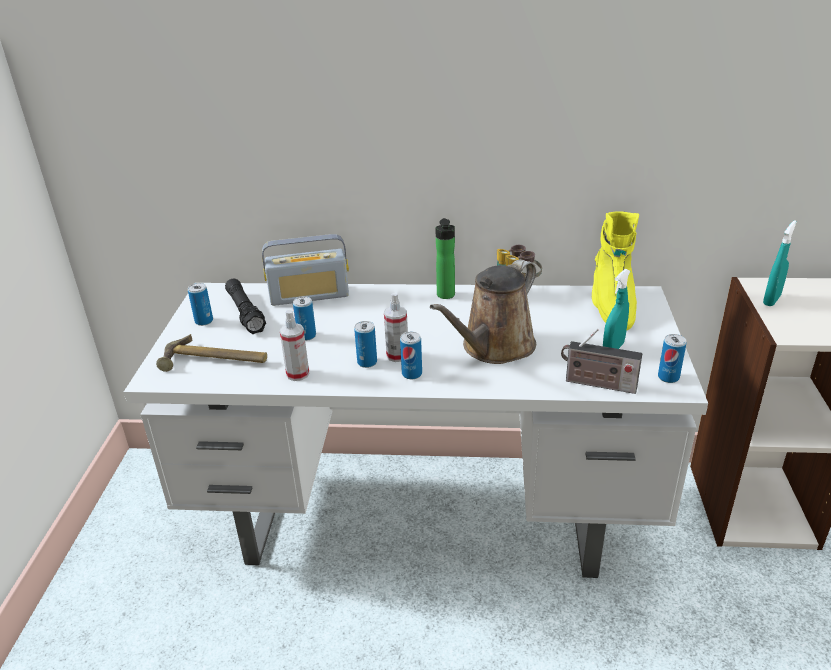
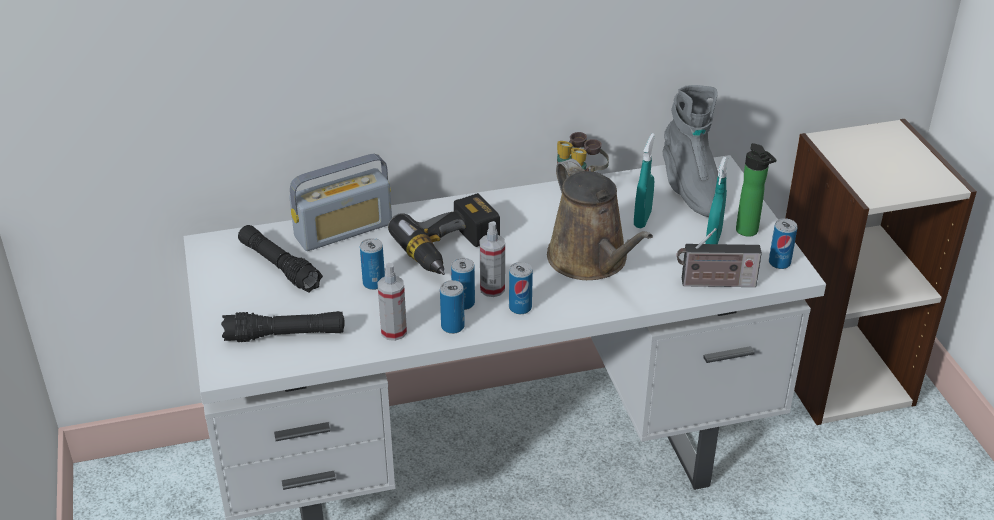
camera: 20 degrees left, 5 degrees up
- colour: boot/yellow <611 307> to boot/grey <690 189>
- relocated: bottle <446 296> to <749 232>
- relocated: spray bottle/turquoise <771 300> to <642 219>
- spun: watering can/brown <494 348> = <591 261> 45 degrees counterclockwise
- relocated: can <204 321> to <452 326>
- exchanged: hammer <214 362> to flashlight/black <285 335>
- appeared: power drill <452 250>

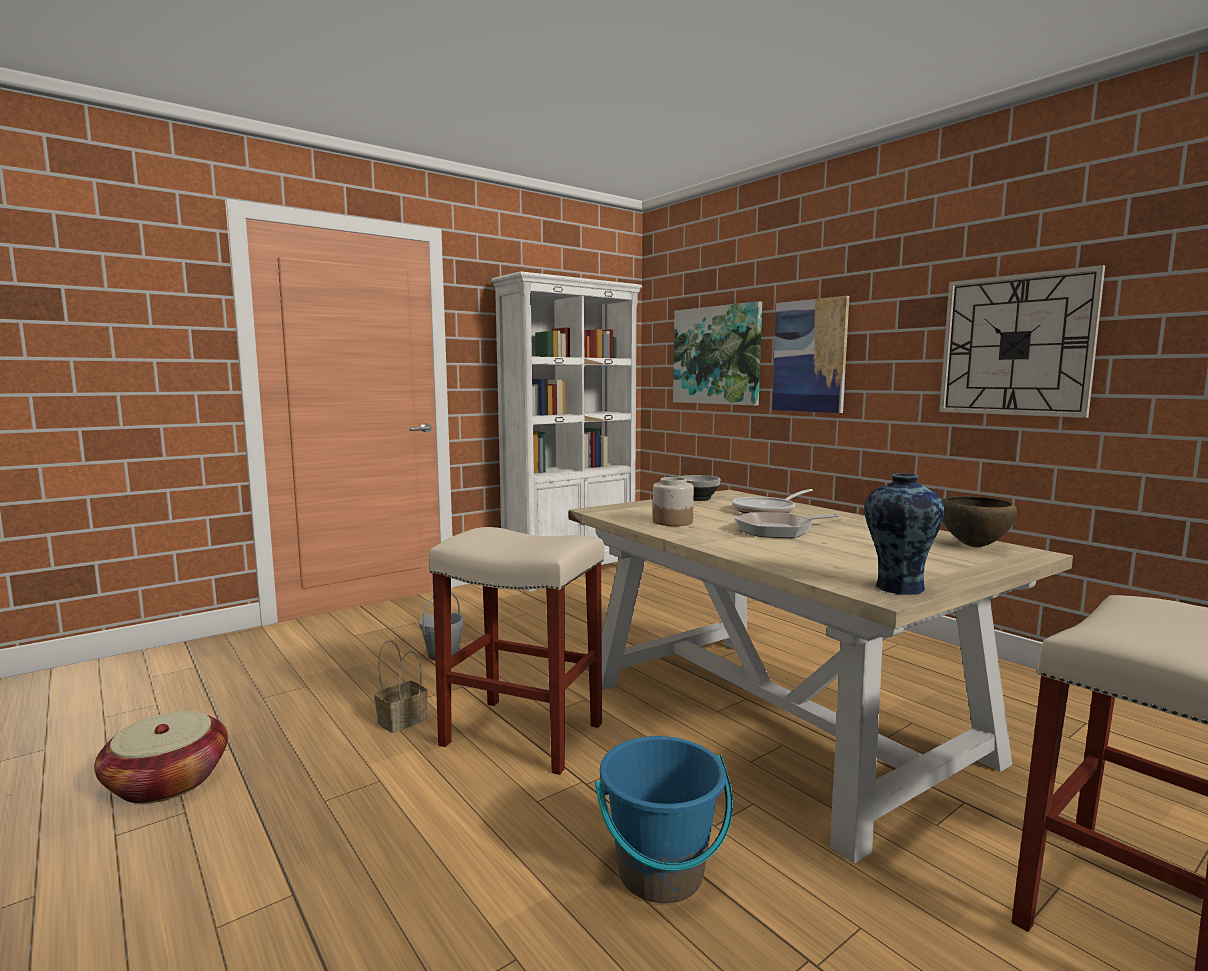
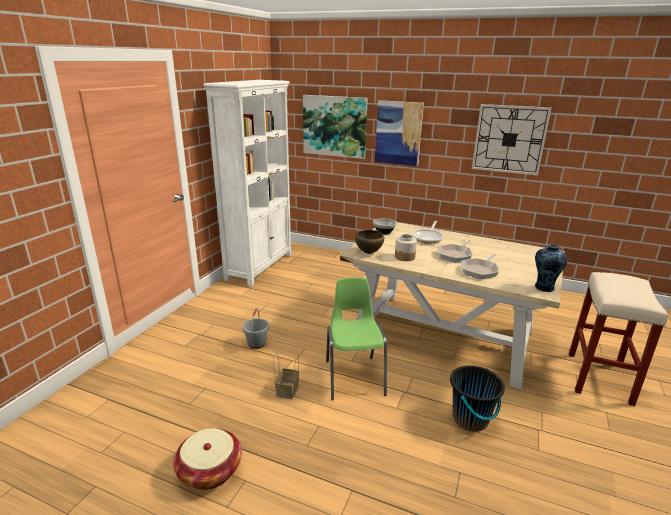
camera: 30 degrees left, 15 degrees up
- relocated: bowl/brown <975 546> to <369 253>
- exchanged: stool/beige <525 734> to chair/green <354 377>
- colour: bucket/blue <661 873> to bucket/black <470 419>
- appeared: frying pan <480 270>

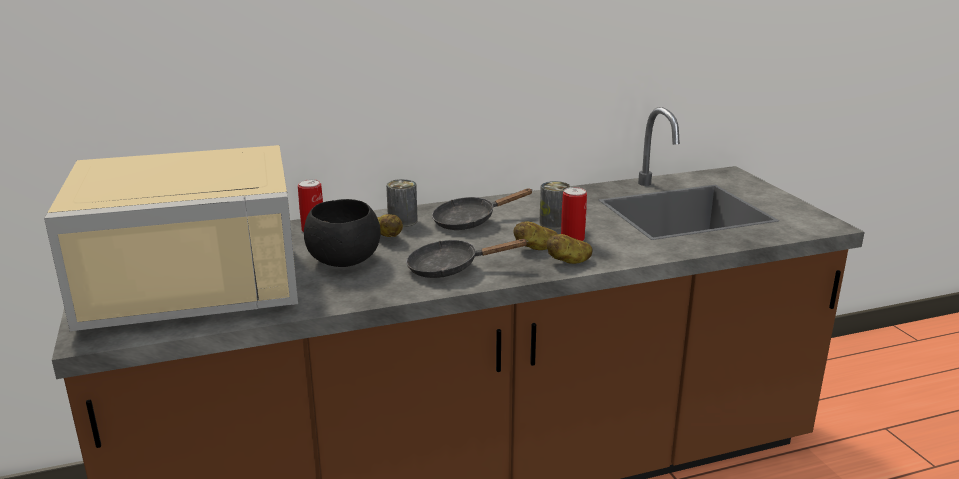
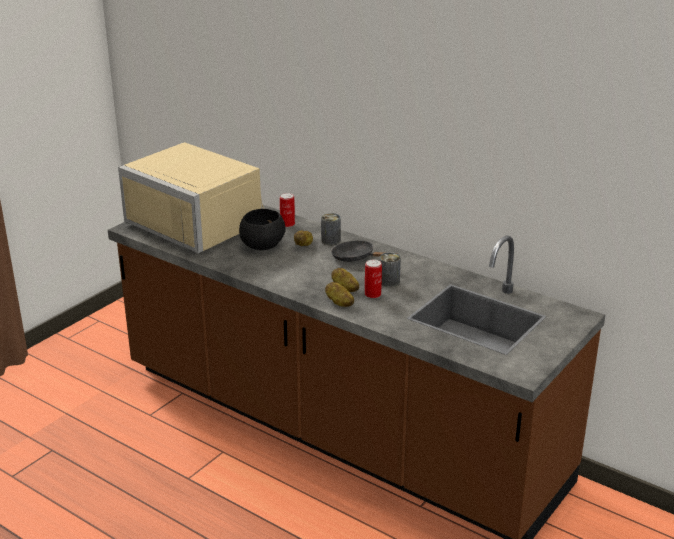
camera: 55 degrees right, 5 degrees up
- missing: frying pan/black <450 268>

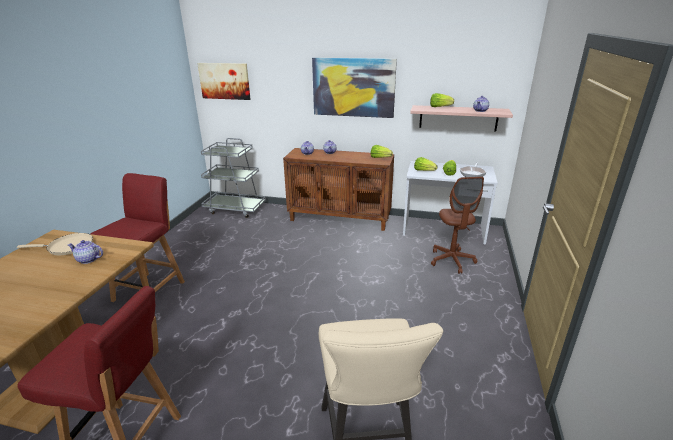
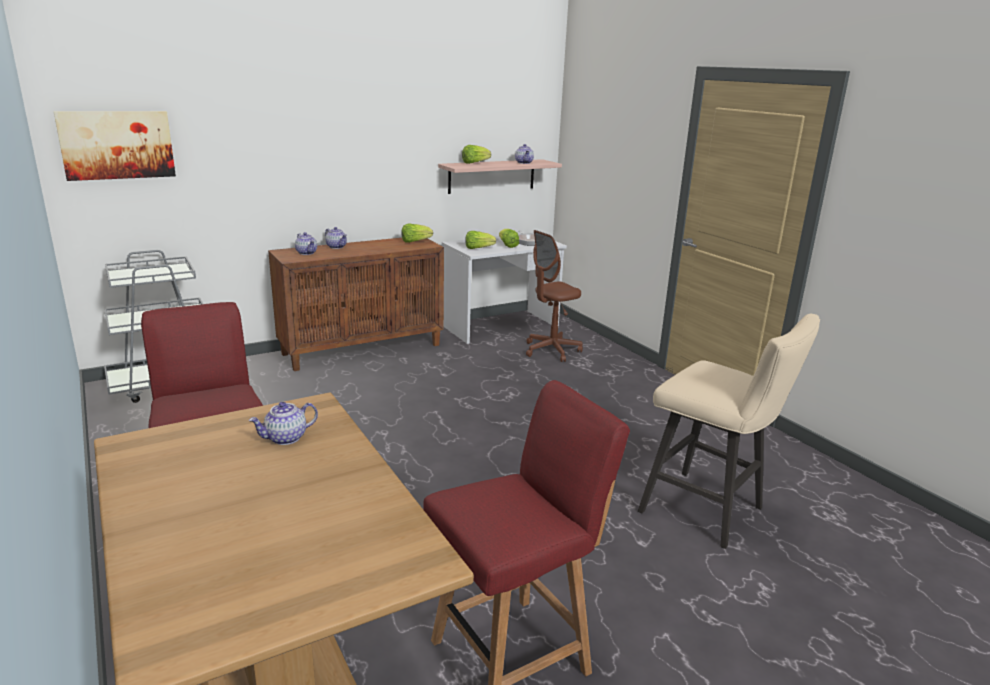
camera: 45 degrees left, 5 degrees down
- missing: picture <353 87>
- spun: office chair/brown <452 260> = <551 350> 105 degrees clockwise
- missing: frying pan/beige <67 247>

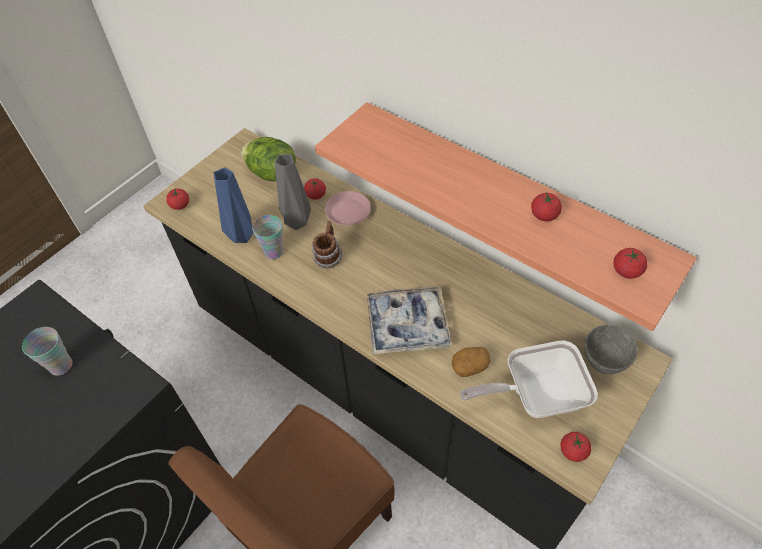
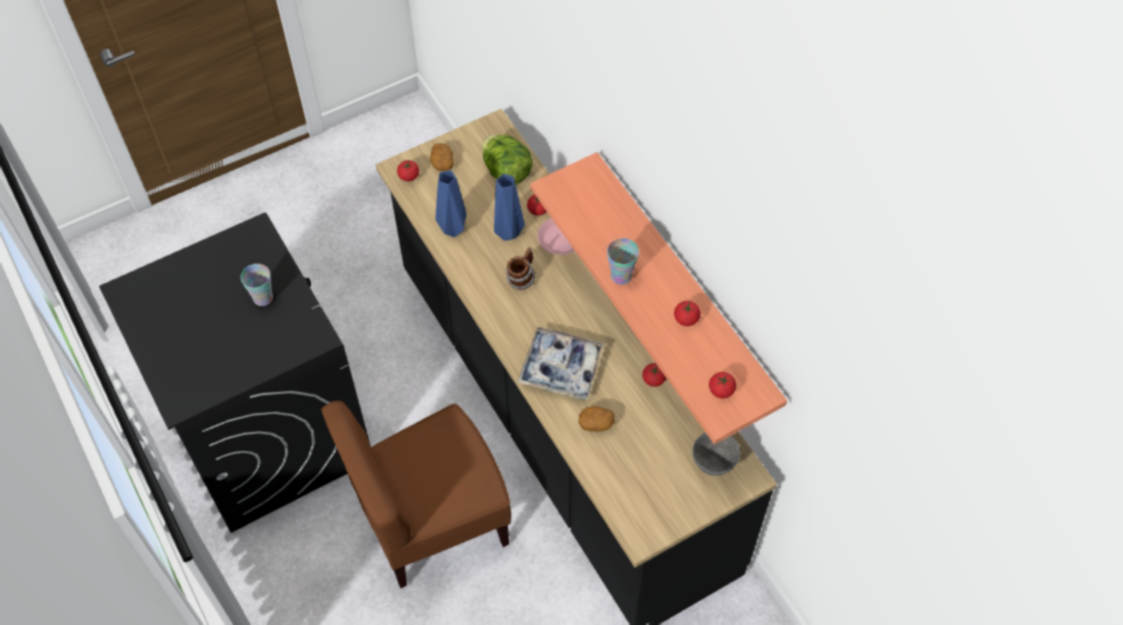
camera: 20 degrees right, 5 degrees up
- colour: vase/grey <295 222> to vase/blue <507 232>
- relocated: cup <273 252> to <621 276>
- missing: frying pan <535 395>
- relocated: tomato <573 451> to <653 379>
- appeared: potato <442 162>

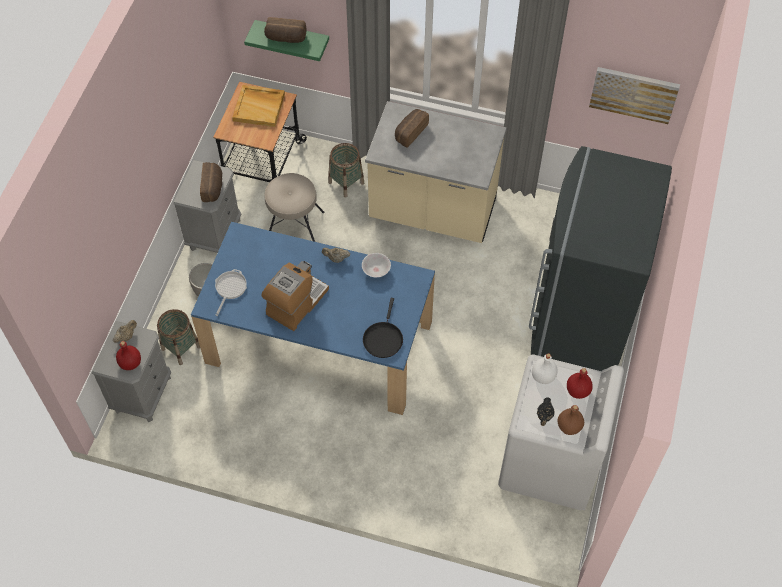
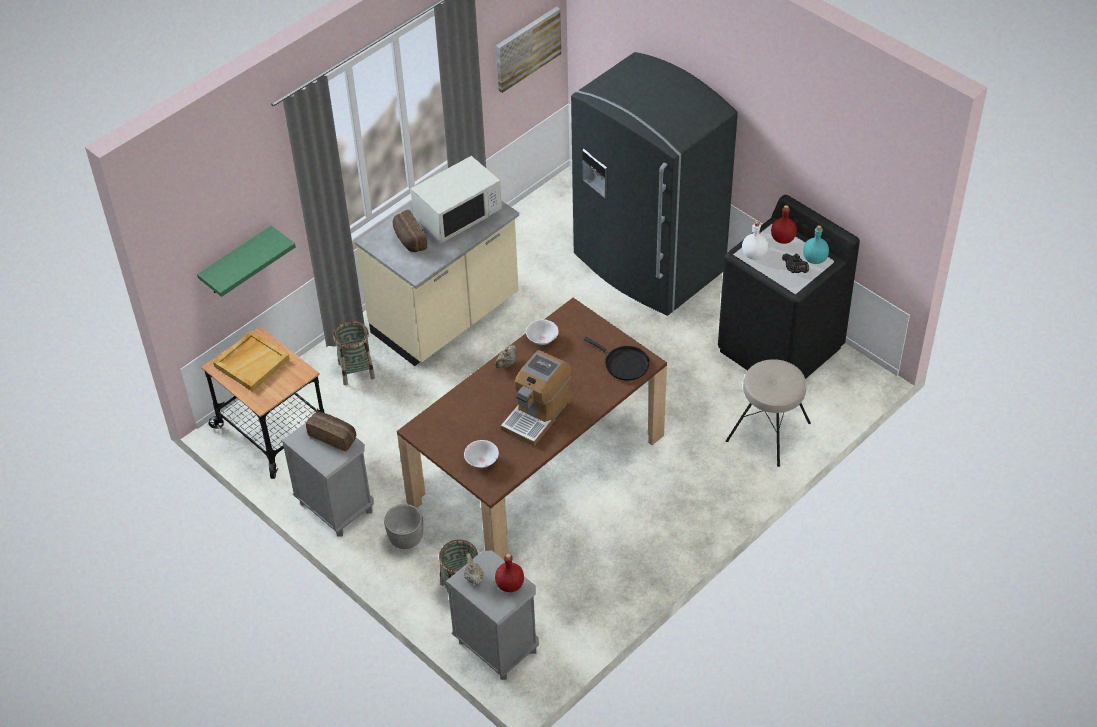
camera: 60 degrees left, 10 degrees down
- missing: bread <285 38>
- relocated: stool/beige <294 230> to <769 432>
- colour: dining table/blue <319 343> to dining table/brown <537 469>
- spun: coffee machine <296 303> = <537 414> 120 degrees counterclockwise
- exchanged: frying pan <230 288> to bowl/white <482 461>
- colour: washing machine/white <549 463> to washing machine/black <780 349>
- colour: bottle/brown <569 427> to bottle/turquoise <815 259>
- appeared: microwave/white <458 216>

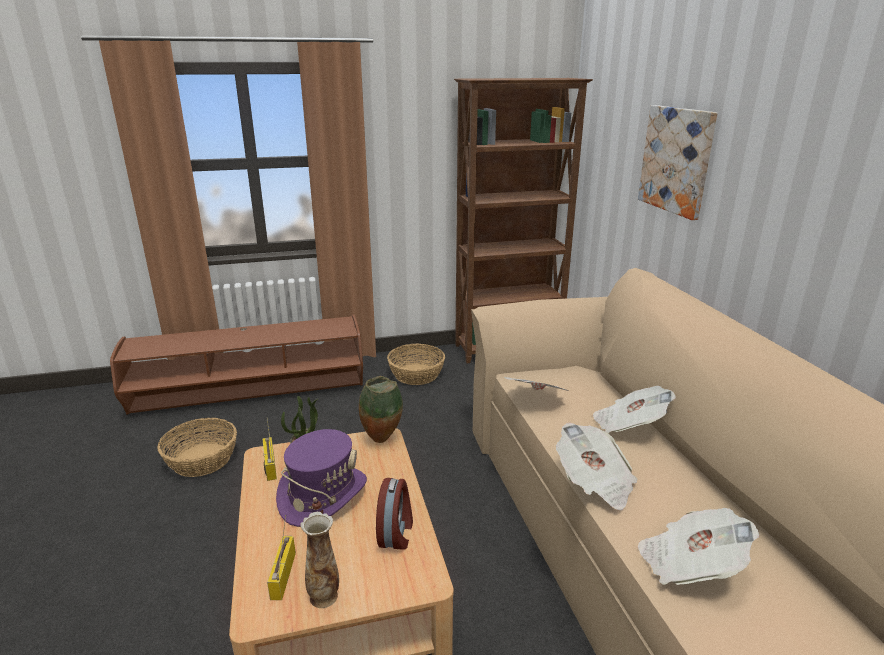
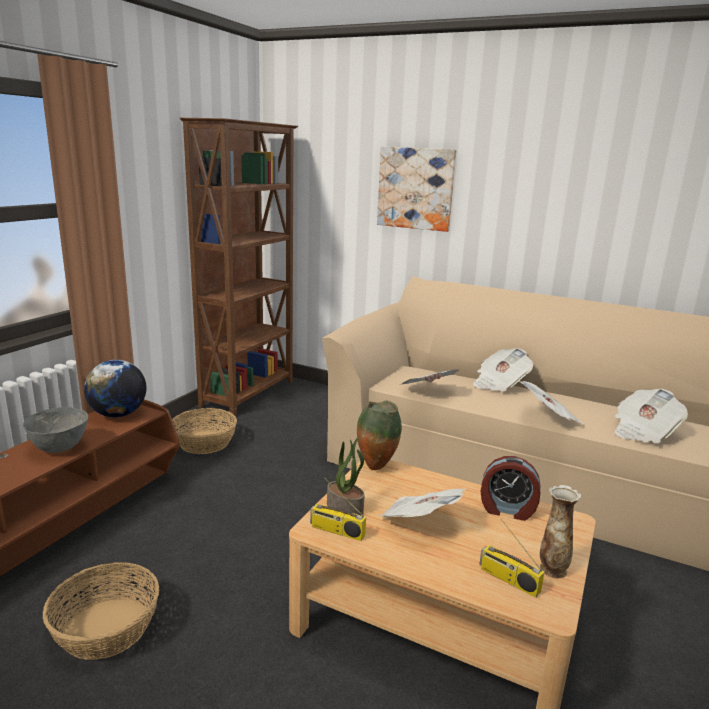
camera: 50 degrees left, 5 degrees down
- exchanged: hat/purple <323 495> to newspaper <419 521>
- spun: alarm clock <396 533> = <507 510> 150 degrees clockwise
- appeared: globe <118 414>
- appeared: bowl/grey <59 448>

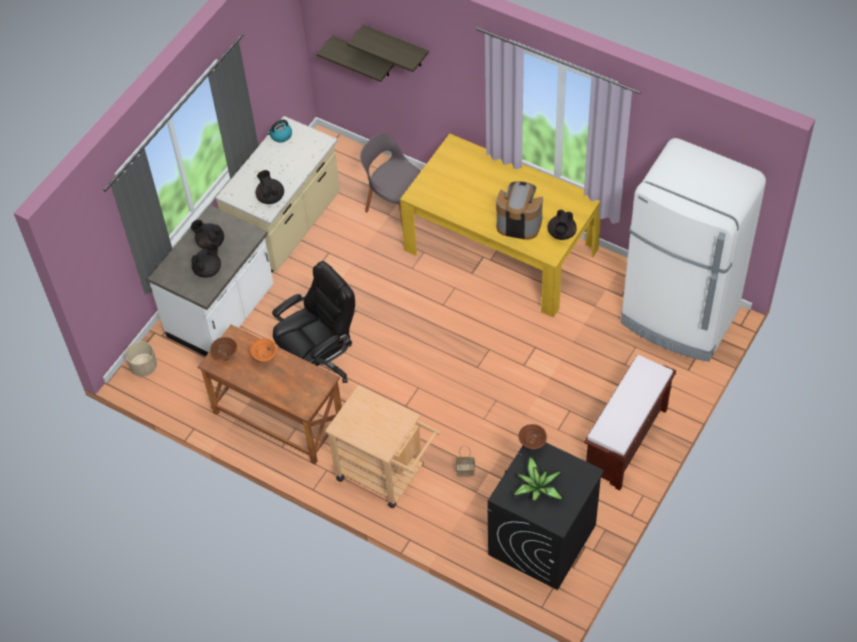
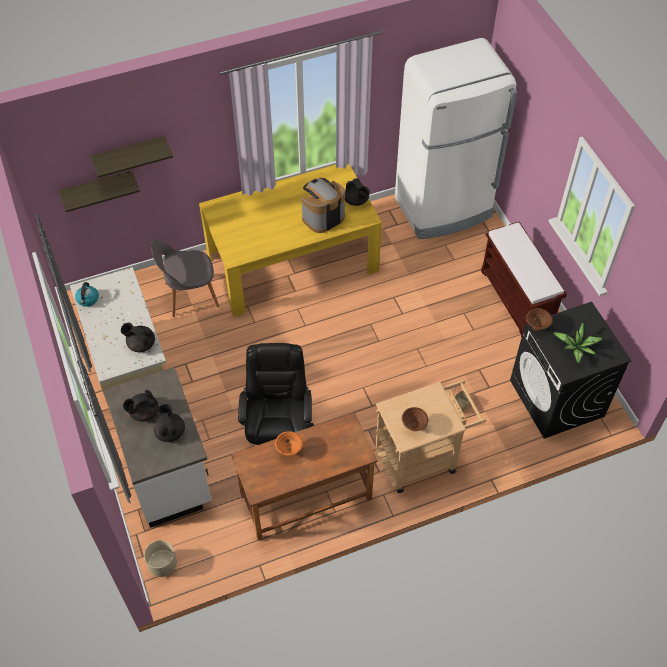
camera: 55 degrees left, 0 degrees up
- relocated: bowl/brown <226 356> to <413 426>

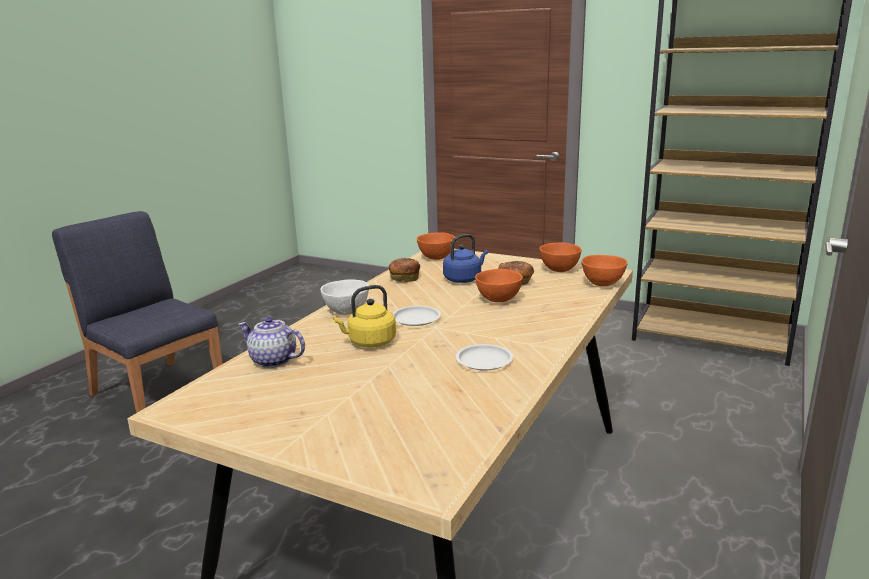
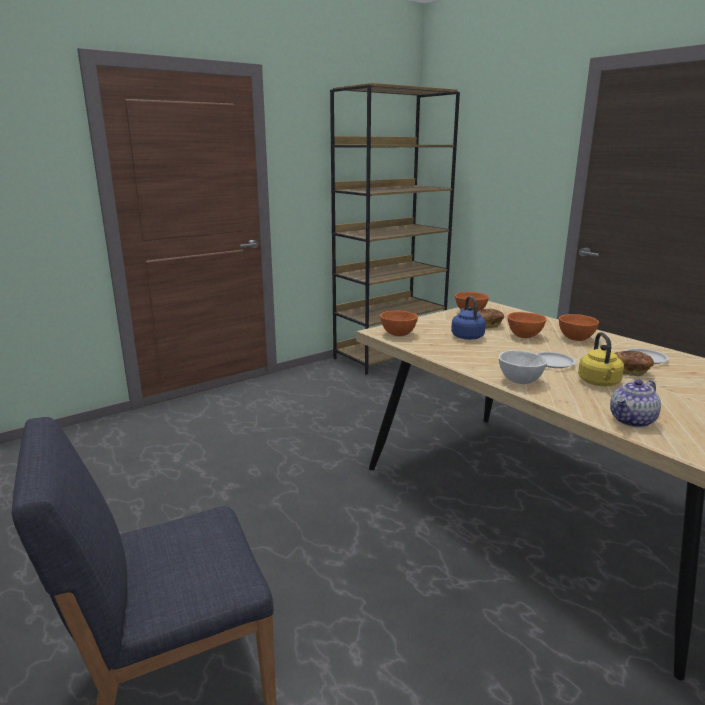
camera: 65 degrees left, 0 degrees up
- relocated: bowl/orange <603 284> to <575 338>
- relocated: bread <404 278> to <630 372>

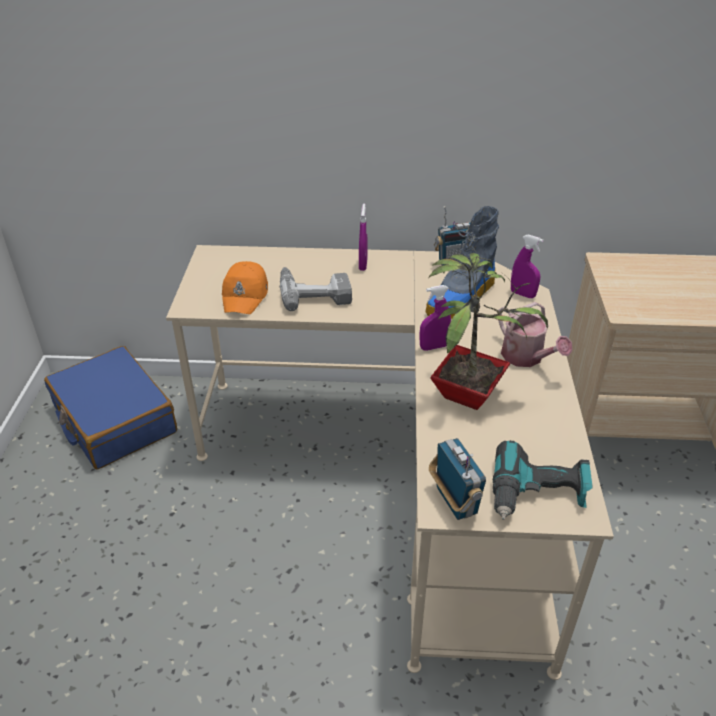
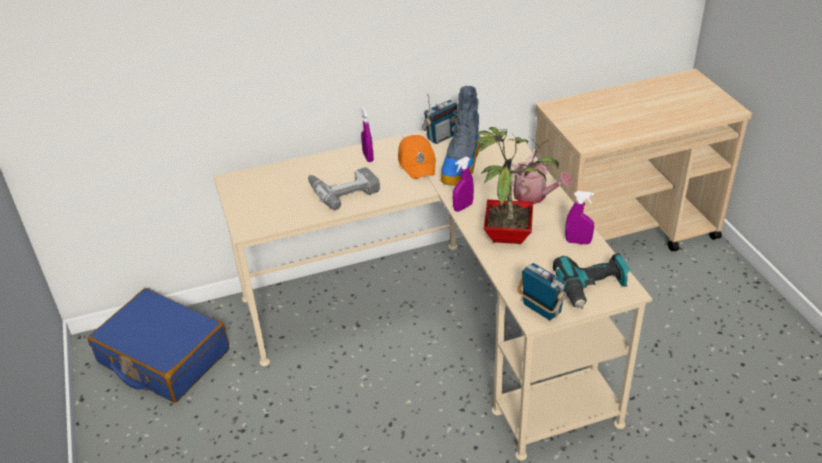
camera: 20 degrees left, 0 degrees up
- relocated: spray bottle/purple <522 294> to <578 242>
- relocated: cap/orange <246 295> to <417 163>

